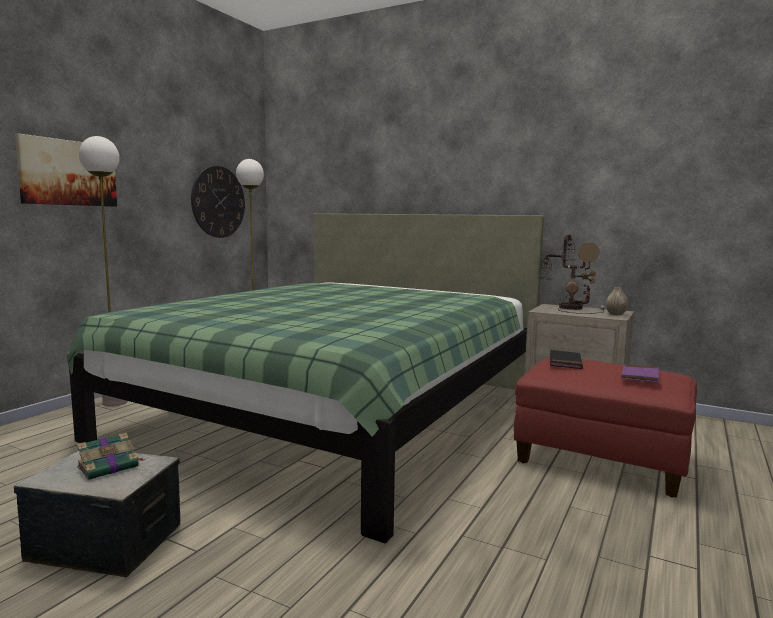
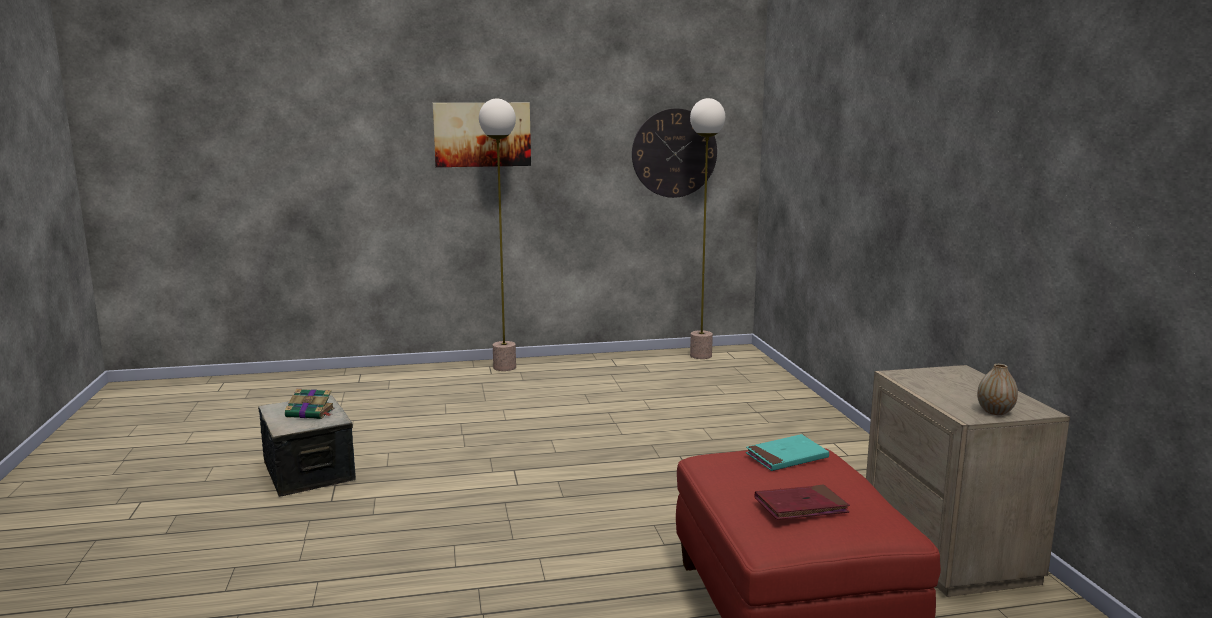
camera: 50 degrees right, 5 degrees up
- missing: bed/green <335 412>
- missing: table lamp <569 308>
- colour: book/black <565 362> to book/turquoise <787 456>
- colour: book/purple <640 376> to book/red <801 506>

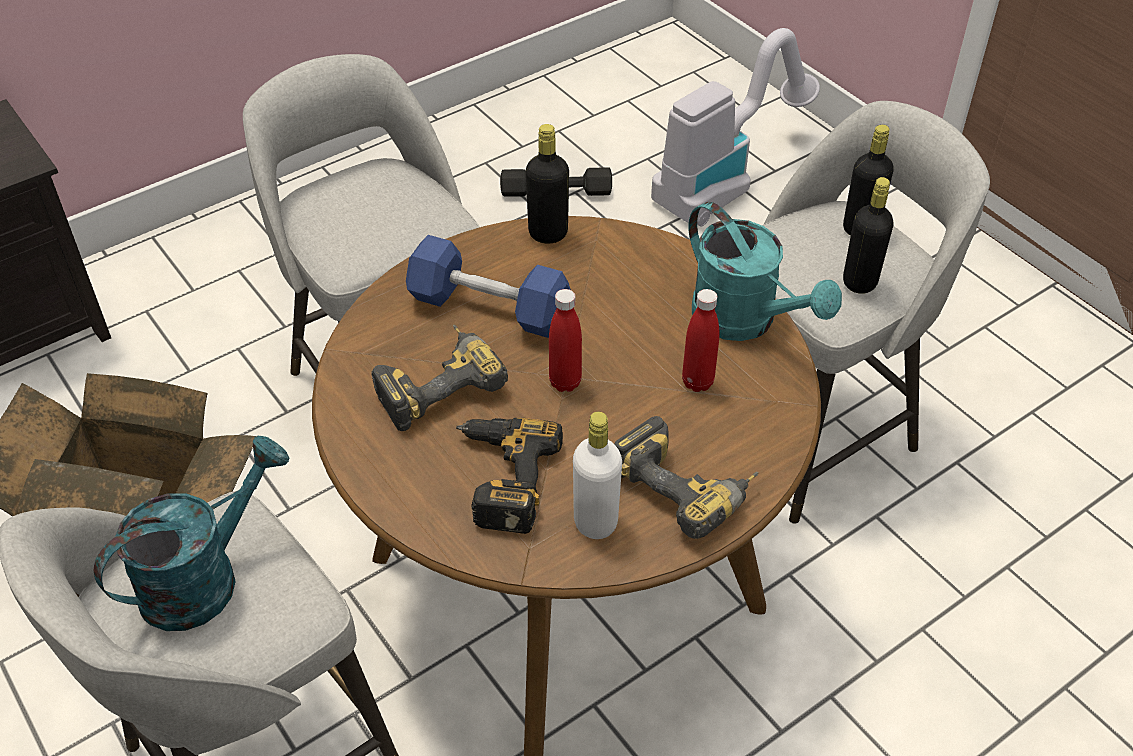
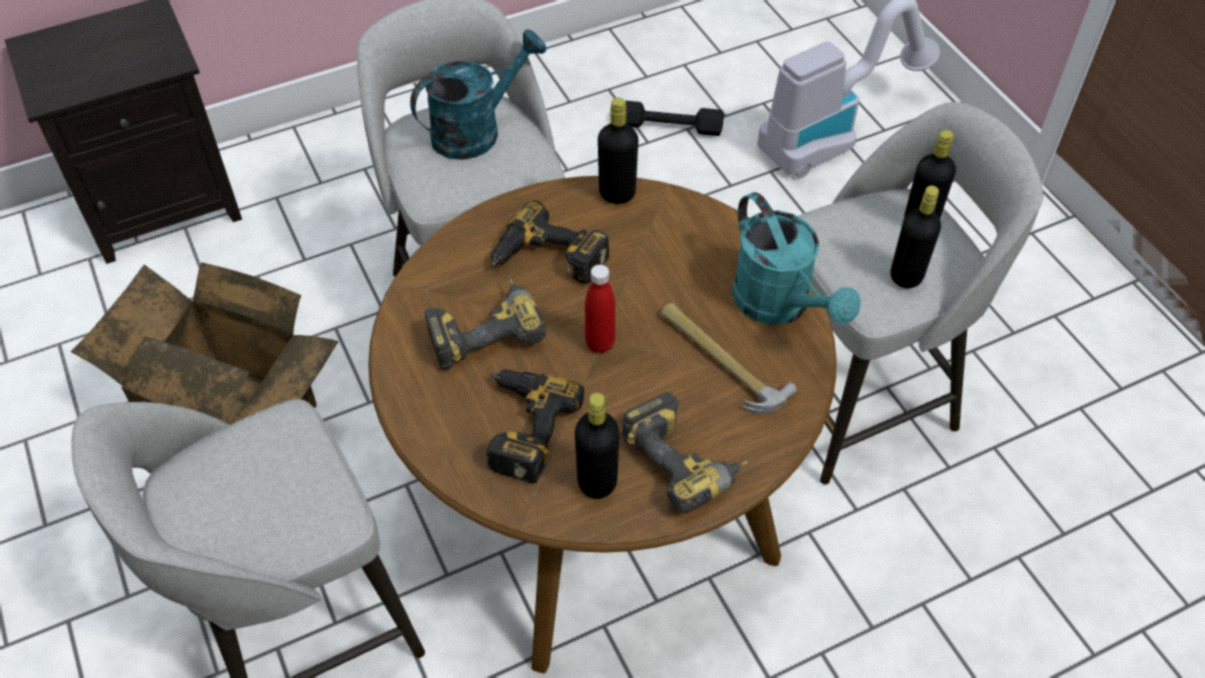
camera: 10 degrees right, 5 degrees up
- exchanged: dumbbell/blue <489 307> to power drill <547 260>
- exchanged: bottle/red <697 382> to hammer <721 360>
- colour: bottle/white <595 522> to bottle/black <597 481>
- relocated: watering can/turquoise <204 577> to <476 130>

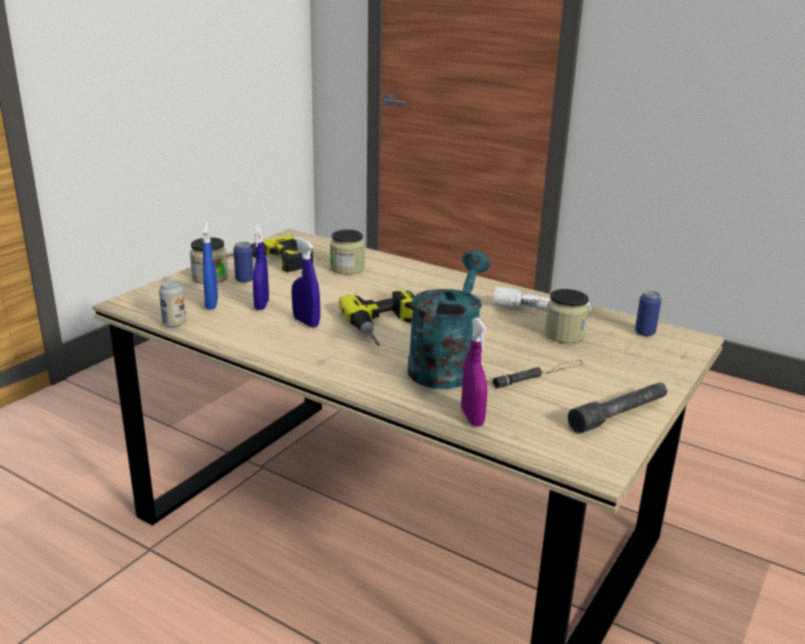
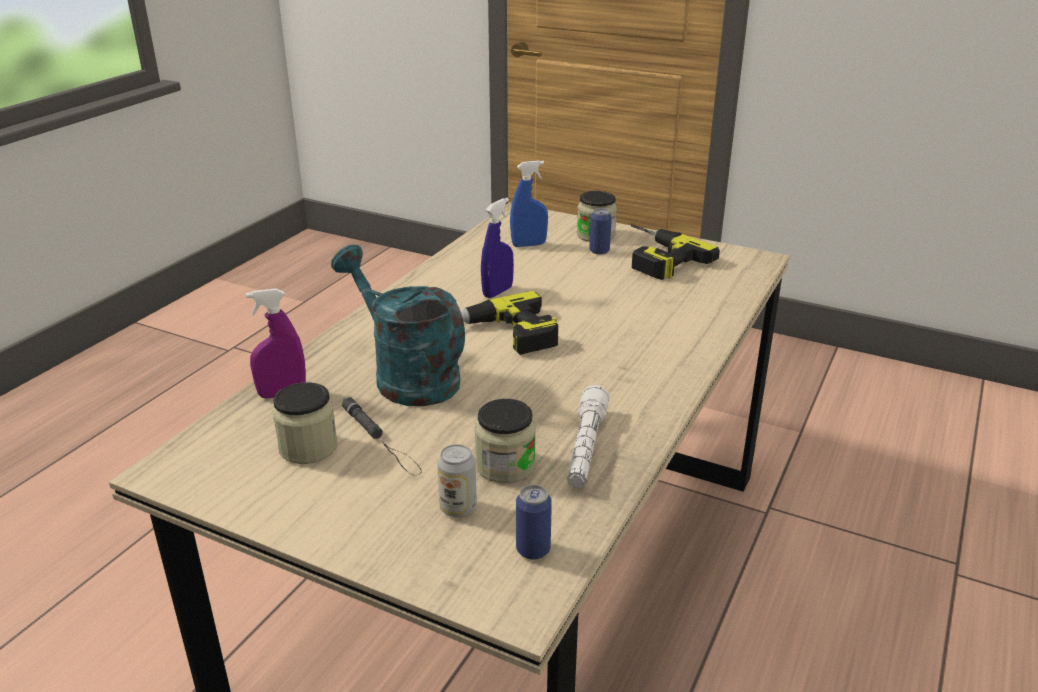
camera: 85 degrees right, 5 degrees up
- missing: spray bottle/blue <261 305>
- relocated: jar <347 268> to <308 447>
- spun: watering can/turquoise <446 363> = <406 376> 150 degrees counterclockwise
- relocated: can <174 323> to <458 508>
- missing: flashlight/grey <619 415>

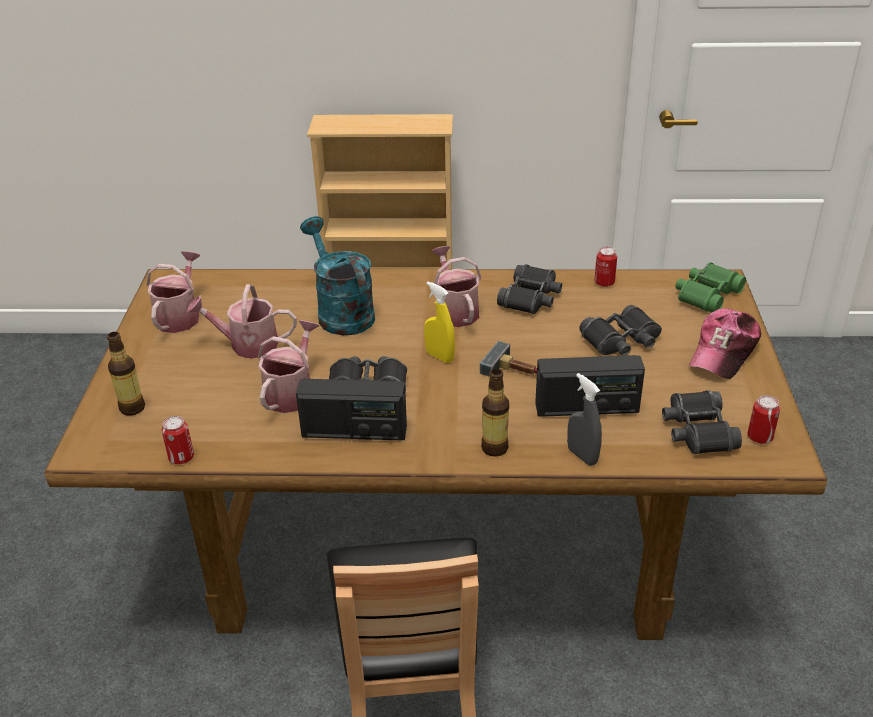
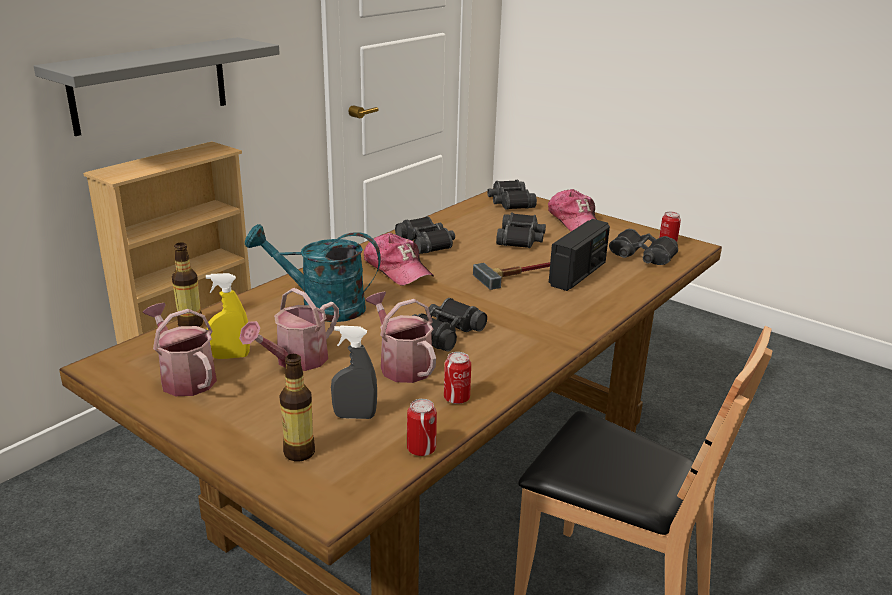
camera: 55 degrees left, 10 degrees down
- exchanged: watering can <455 310> to cap <397 269>
- relocated: can <604 282> to <456 398>
- colour: binoculars/green <706 295> to binoculars/black <510 202>
- relocated: spray bottle/yellow <439 357> to <230 356>
- relocated: bottle <494 448> to <190 324>
- relocated: spray bottle/grey <582 456> to <354 416>
- missing: radio <354 432>
- appeared: shelf/grey <150 85>

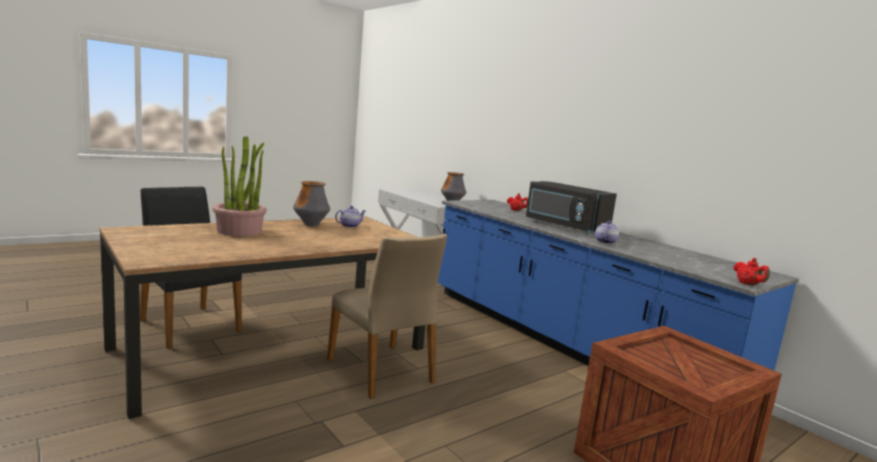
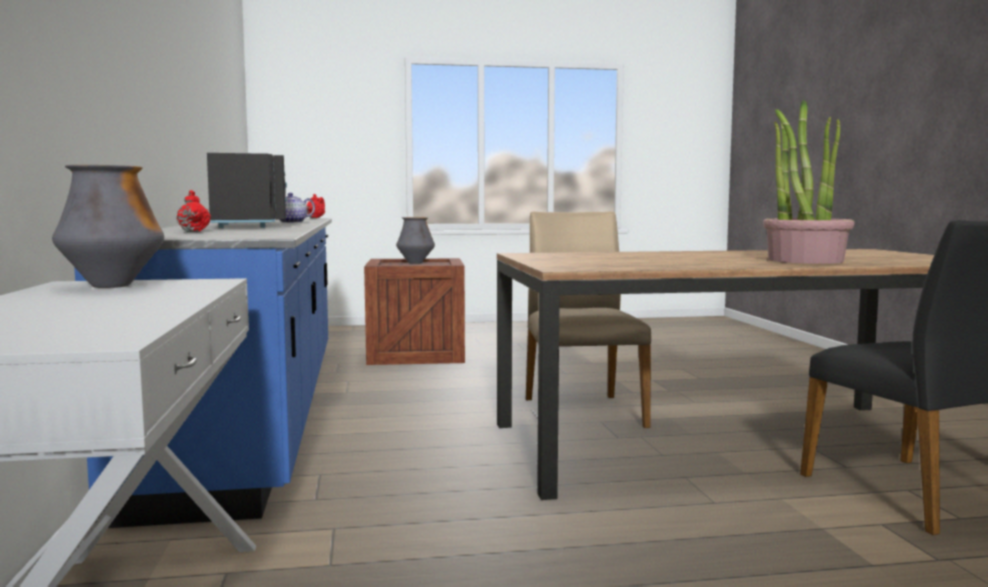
camera: 150 degrees left, 5 degrees down
- relocated: vase <311 225> to <415 263>
- missing: teapot <350 226>

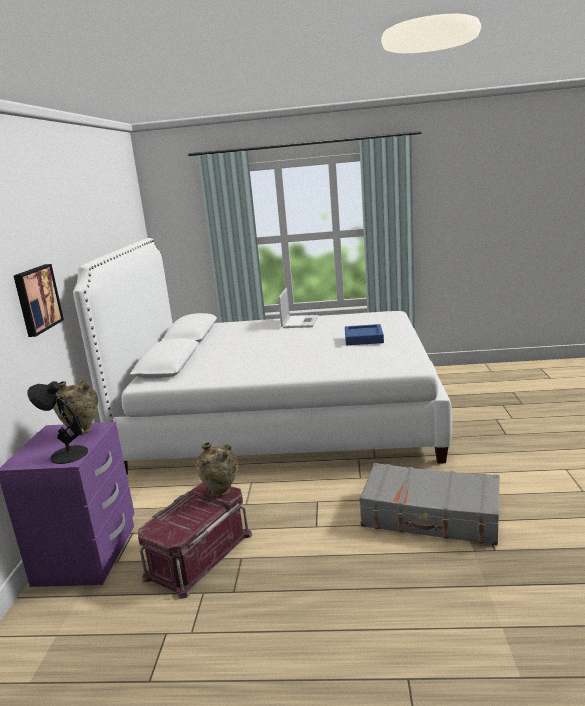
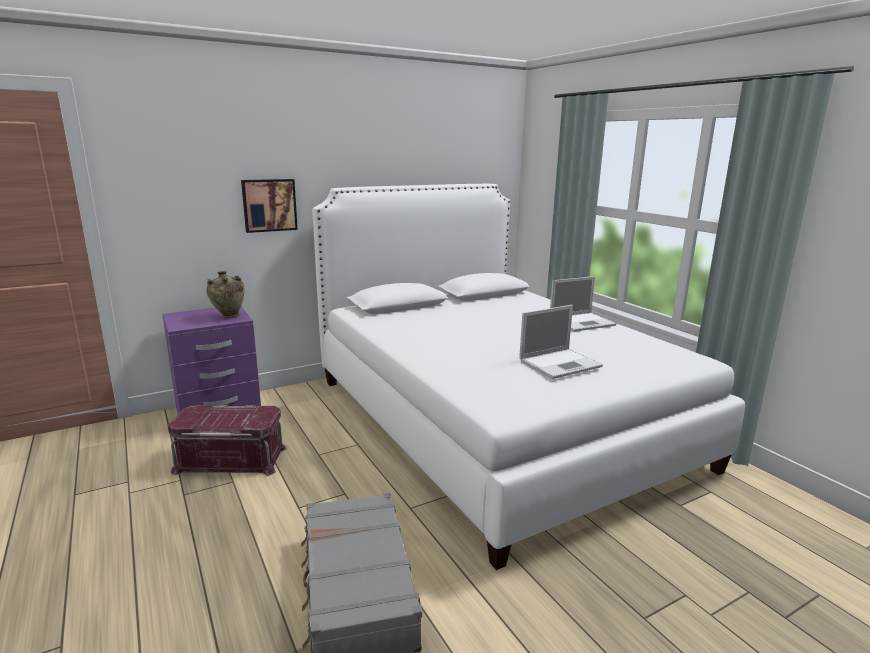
camera: 55 degrees right, 0 degrees up
- exchanged: tray/blue <363 338> to laptop <561 363>
- missing: table lamp/black <67 455>
- missing: vase/beige <221 493>

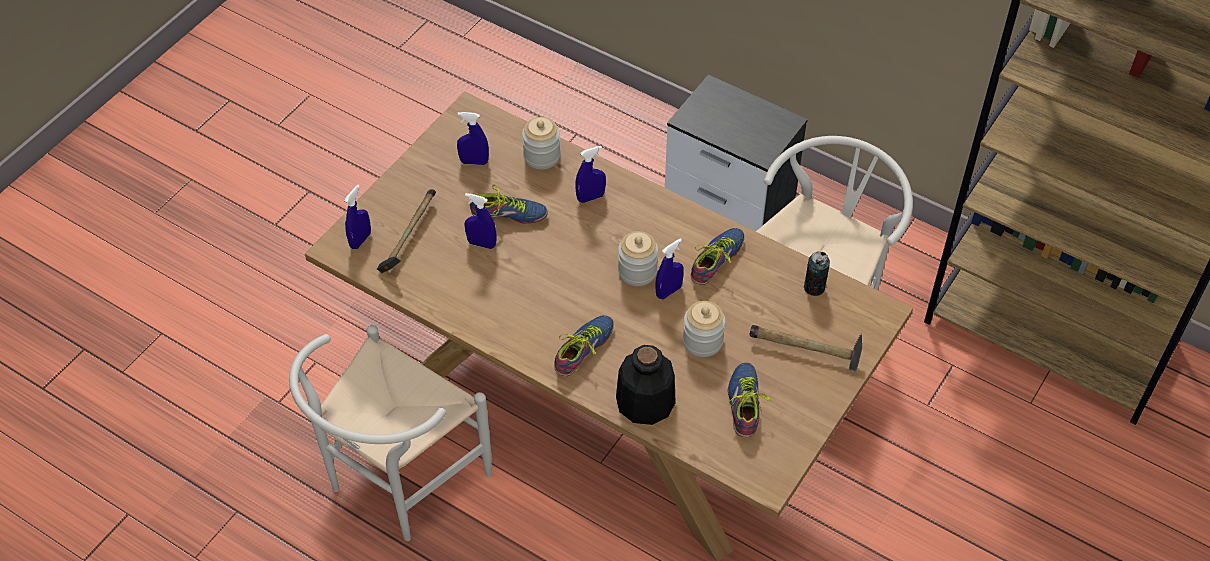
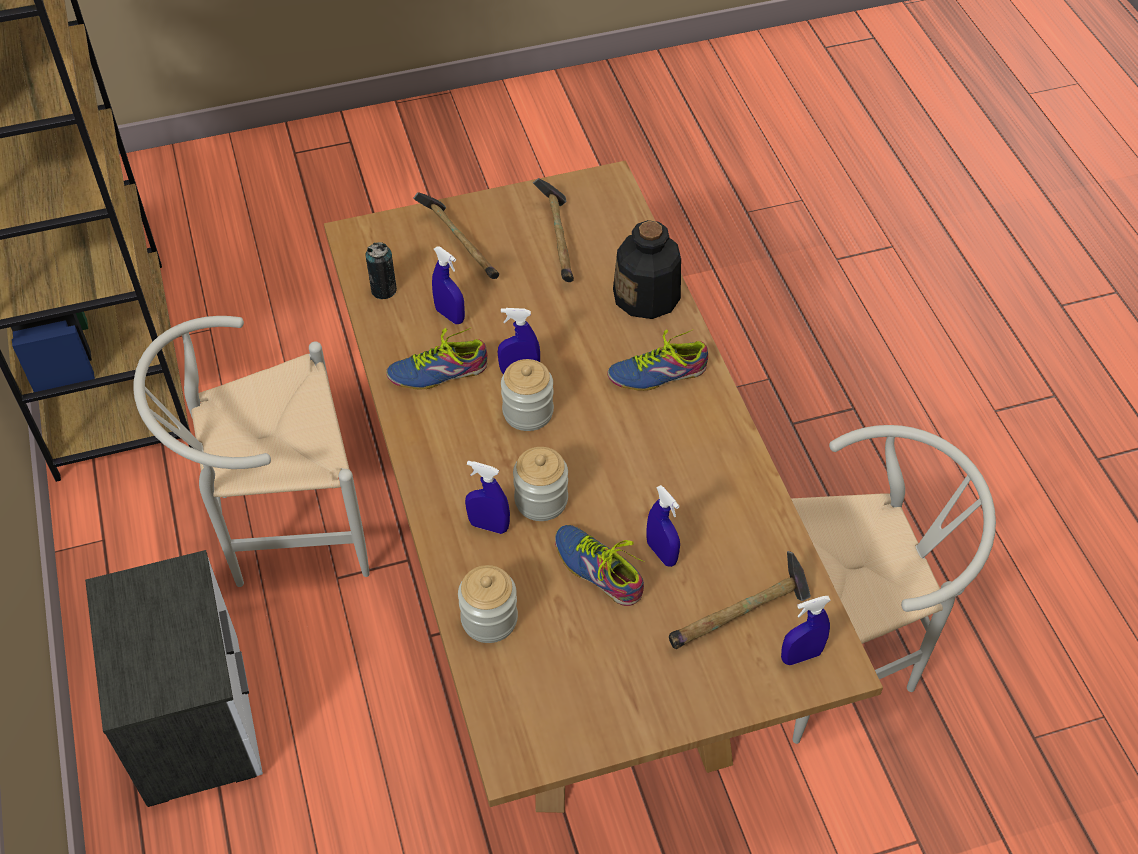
camera: 140 degrees left, 0 degrees up
- relocated: spray bottle/blue <474 162> to <450 315>
- relocated: jar <702 341> to <541 500>
- exchanged: shoe <747 403> to hammer <559 241>

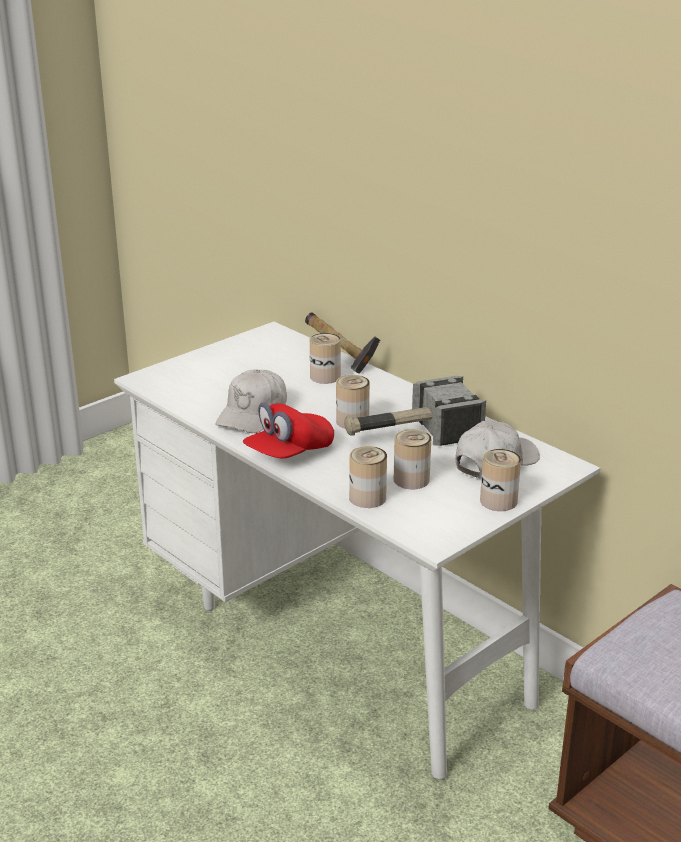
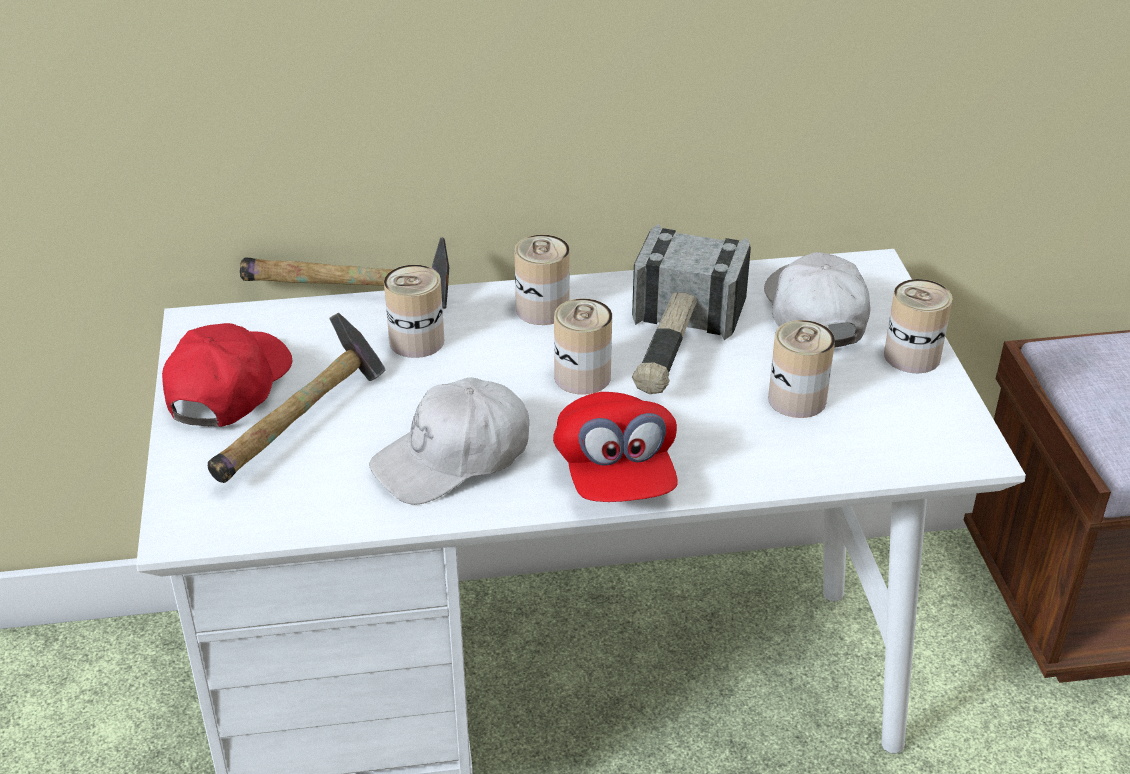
camera: 55 degrees left, 10 degrees up
- spun: cap/white <253 413> = <453 458> 90 degrees clockwise
- relocated: can <367 498> to <542 309>
- appeared: hammer <303 424>
- appeared: cap/red <228 387>

